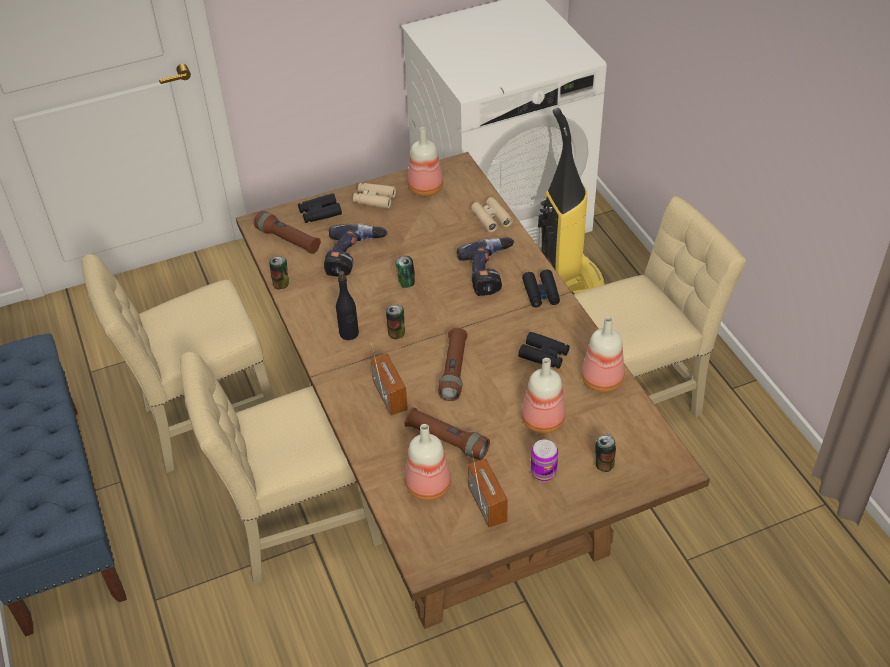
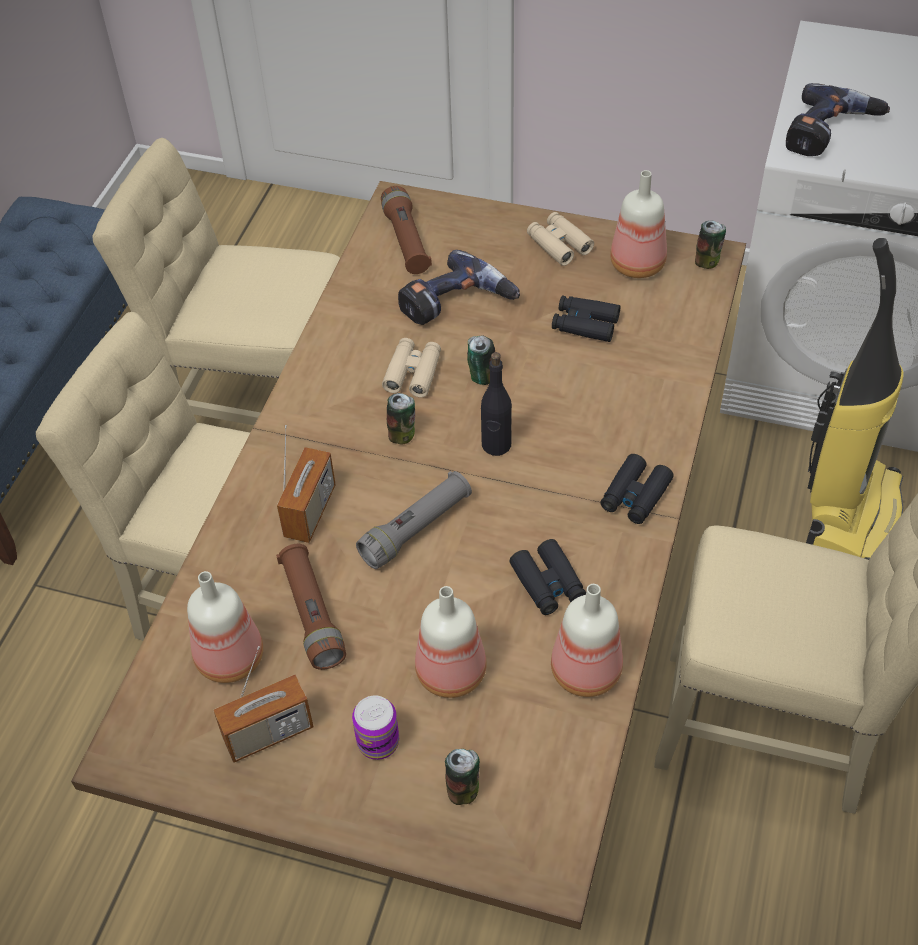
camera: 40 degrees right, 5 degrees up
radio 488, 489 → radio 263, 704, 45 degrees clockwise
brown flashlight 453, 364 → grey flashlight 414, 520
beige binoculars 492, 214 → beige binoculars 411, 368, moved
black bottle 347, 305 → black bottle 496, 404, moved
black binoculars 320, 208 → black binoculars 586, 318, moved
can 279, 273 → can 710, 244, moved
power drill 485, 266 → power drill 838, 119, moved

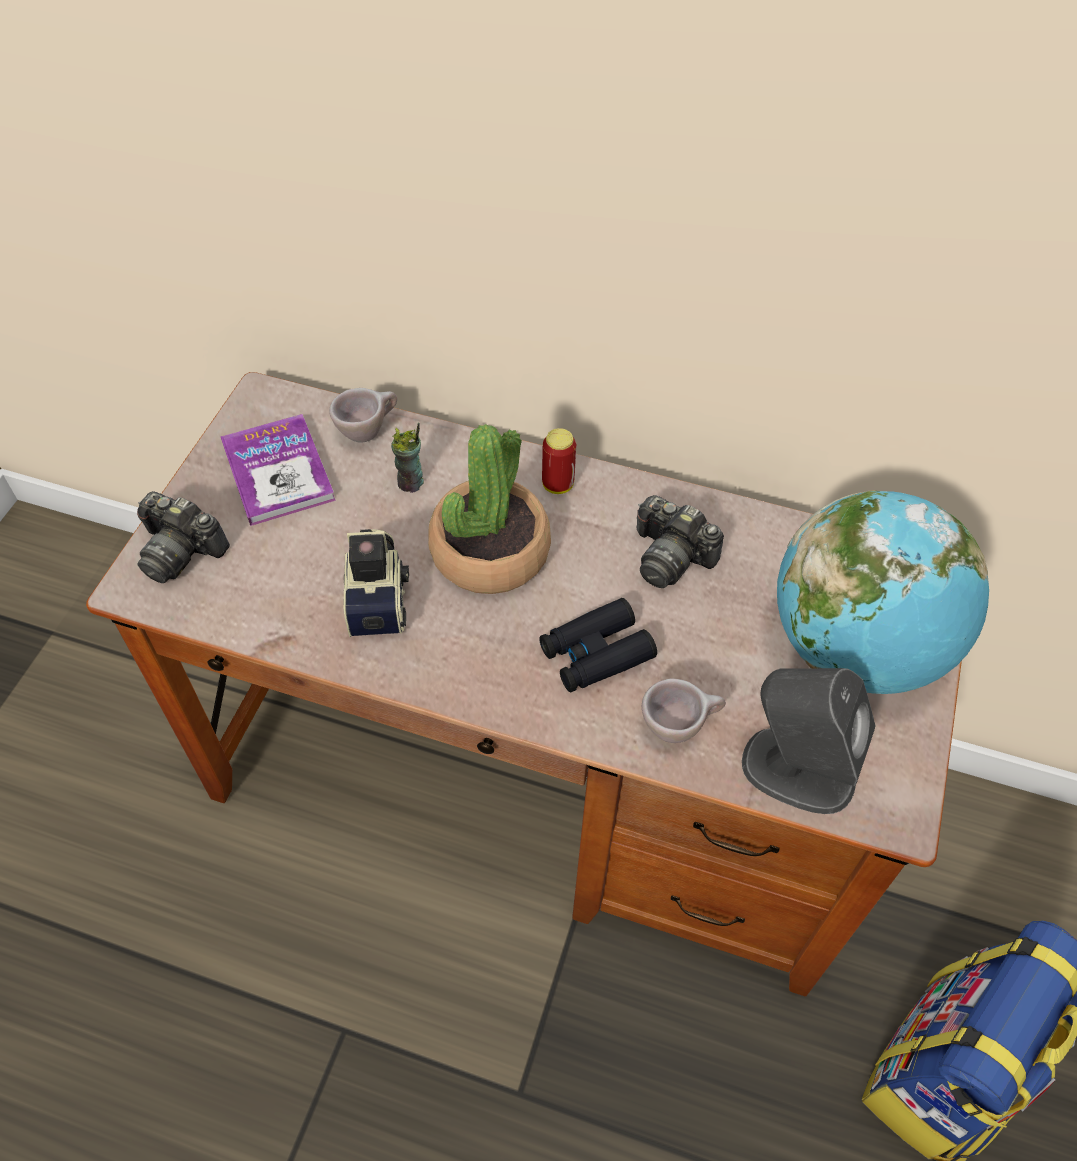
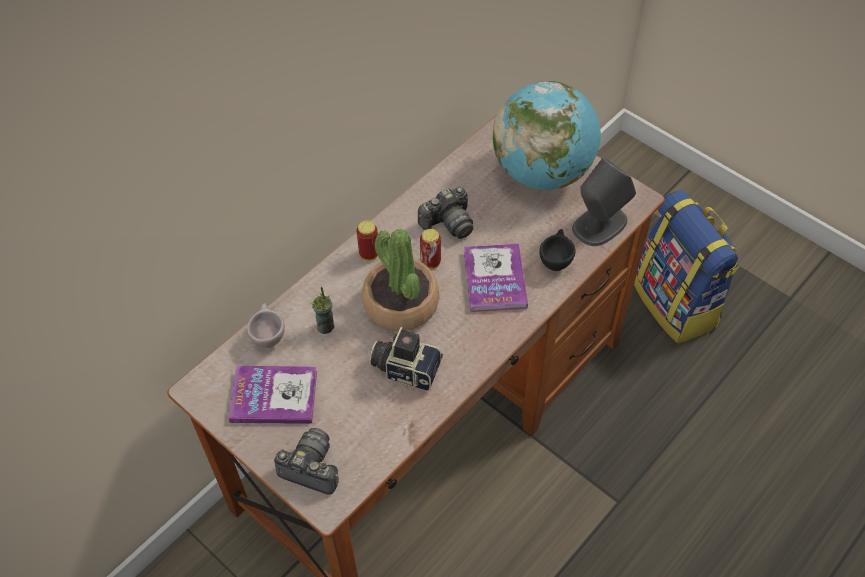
camera: 65 degrees left, 0 degrees up
photo camera 183, 537 → photo camera 306, 461, 120 degrees counterclockwise
- → can 430, 249
black binoculars 598, 645 → book 496, 278
beige cup 684, 710 → black cup 557, 250

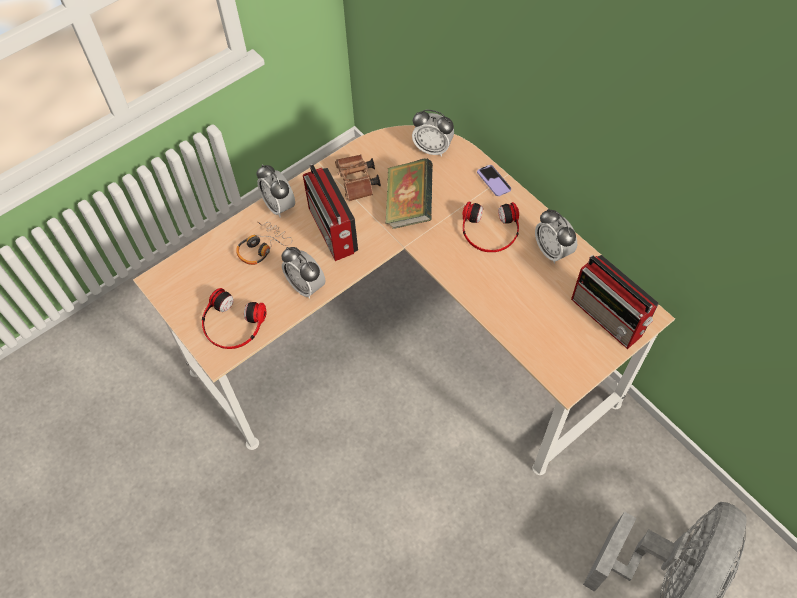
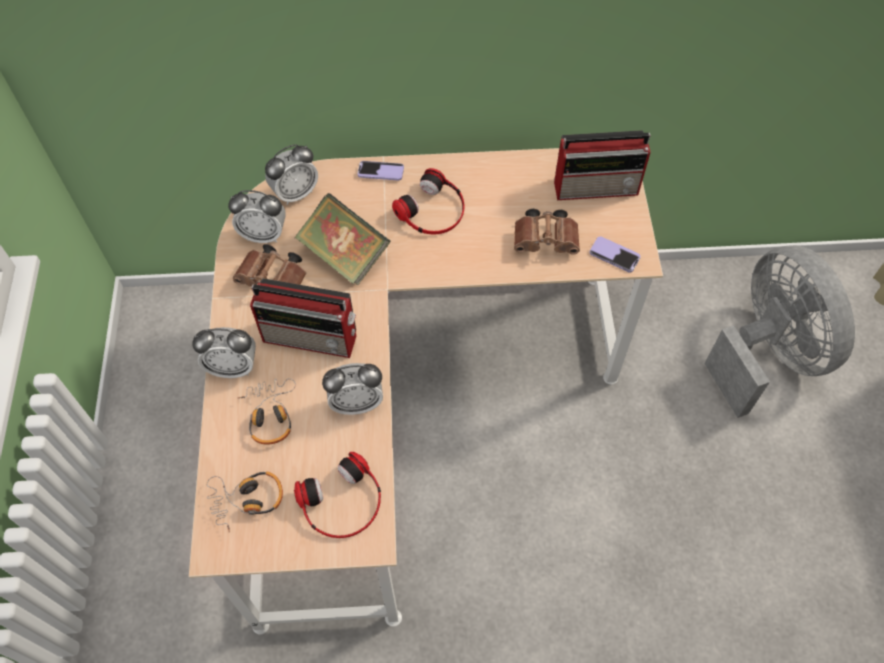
camera: 55 degrees left, 0 degrees up
- → headphones 245, 502
alarm clock 556, 236 → alarm clock 257, 216, moved
- → brown binoculars 547, 232
- → phone 615, 254

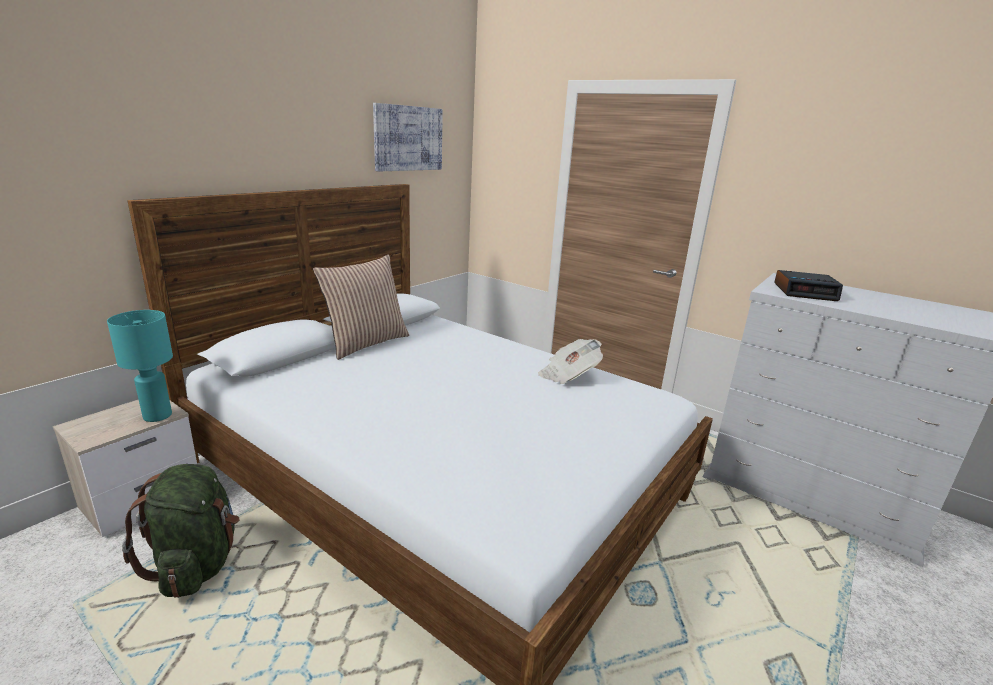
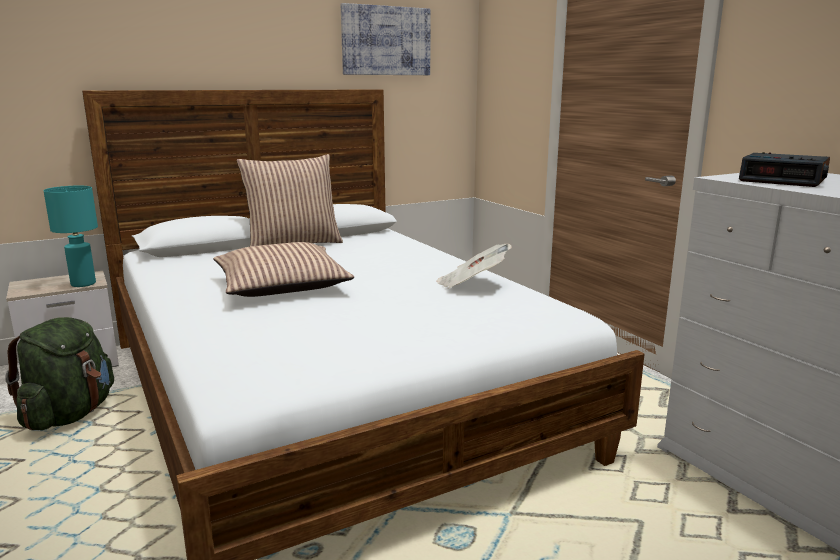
camera: 25 degrees right, 5 degrees down
- → pillow 283, 269

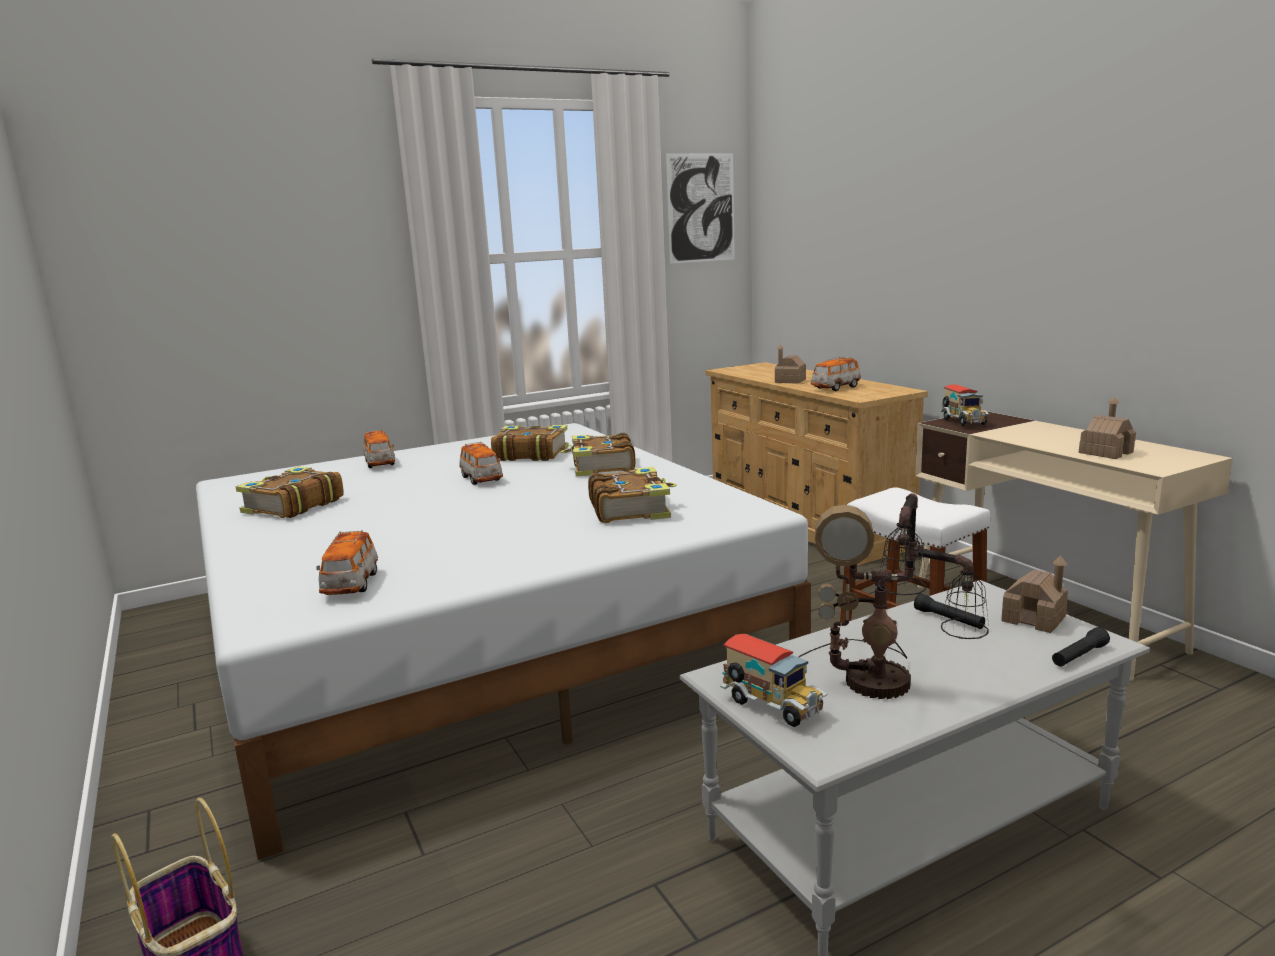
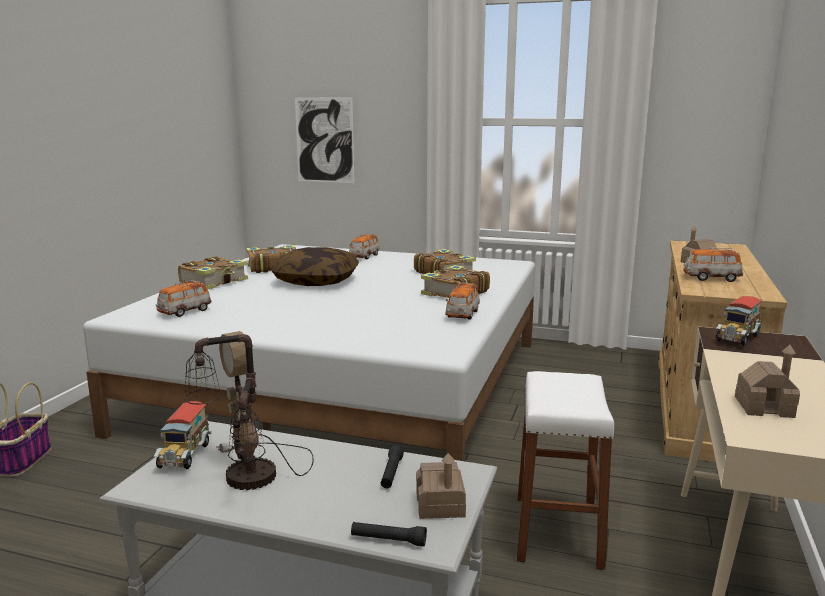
camera: 45 degrees right, 0 degrees up
book 632, 495 → book 213, 273, moved
- → pillow 315, 266
picture 700, 208 → picture 325, 140, moved
toy car 481, 463 → toy car 463, 301, moved

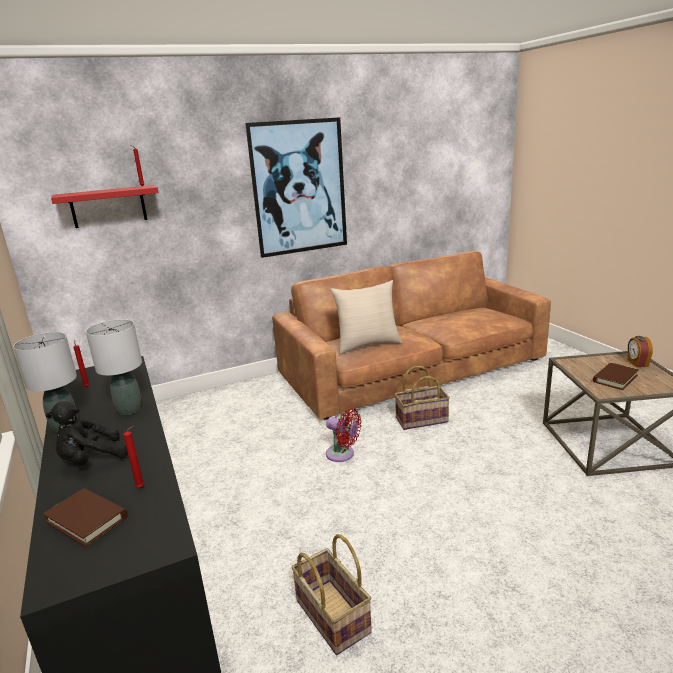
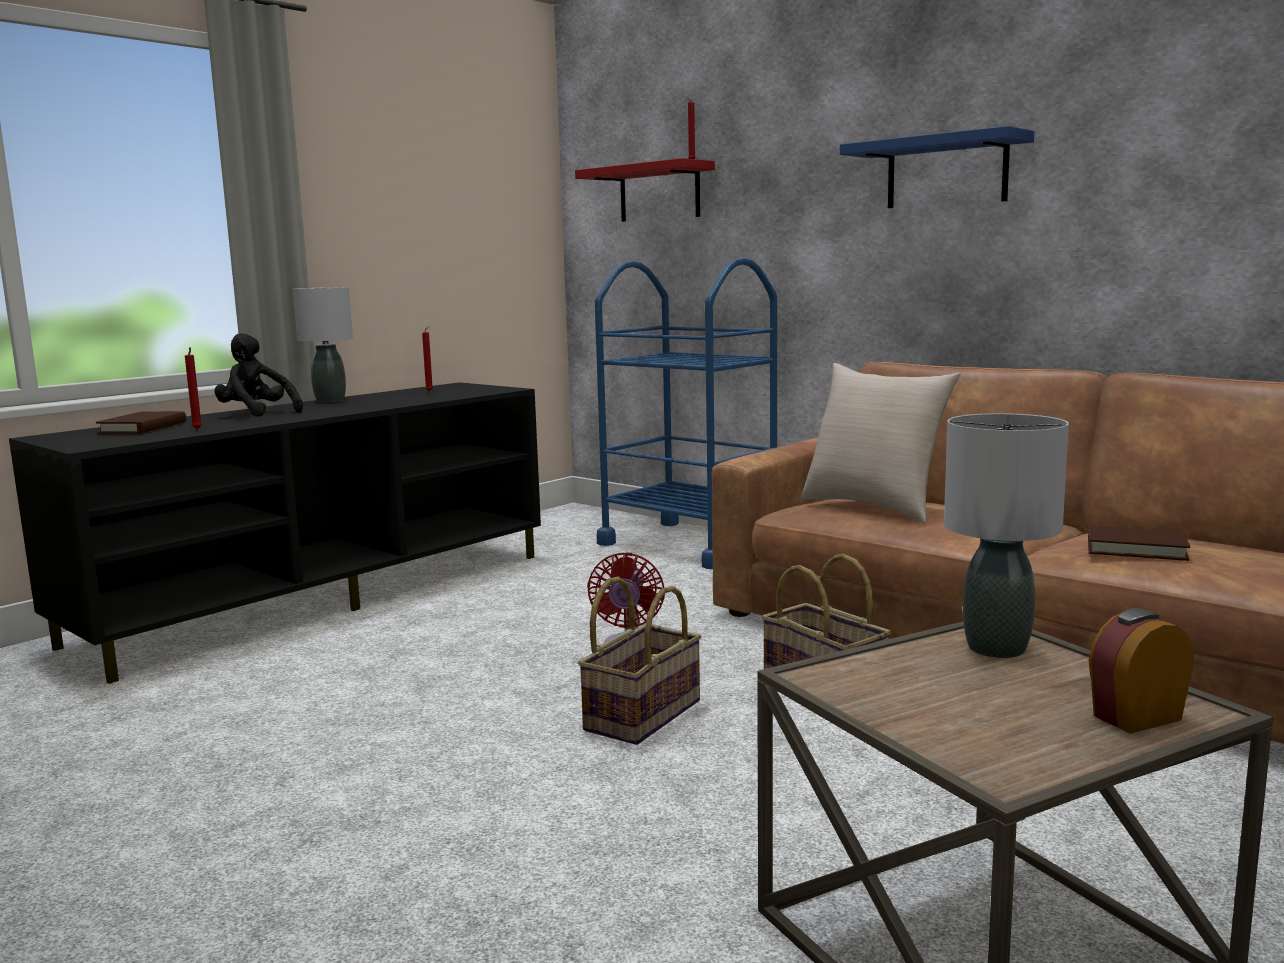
camera: 65 degrees right, 10 degrees down
basket 332, 594 → basket 639, 660, moved
- → blue cart 686, 413
picture 296, 187 → blue shelf 937, 167
grey table lamp 114, 367 → grey table lamp 1006, 535, moved
brown book 616, 376 → brown book 1139, 543, moved

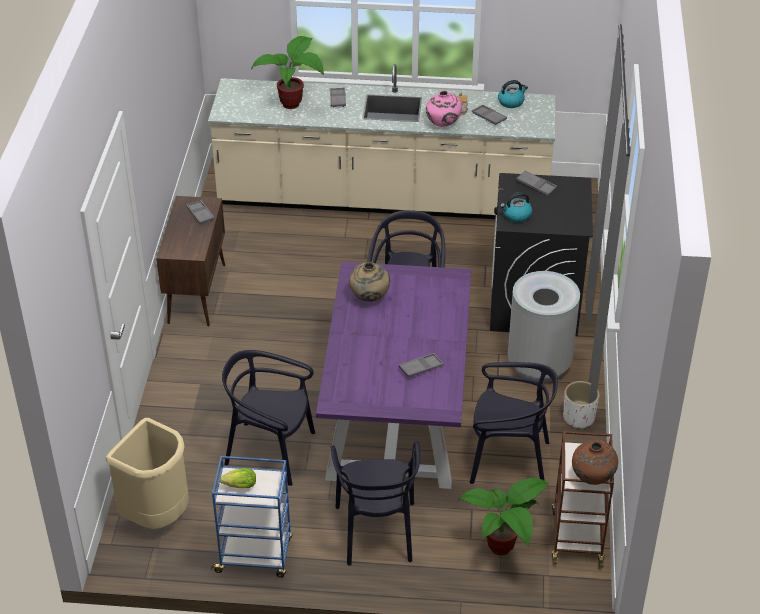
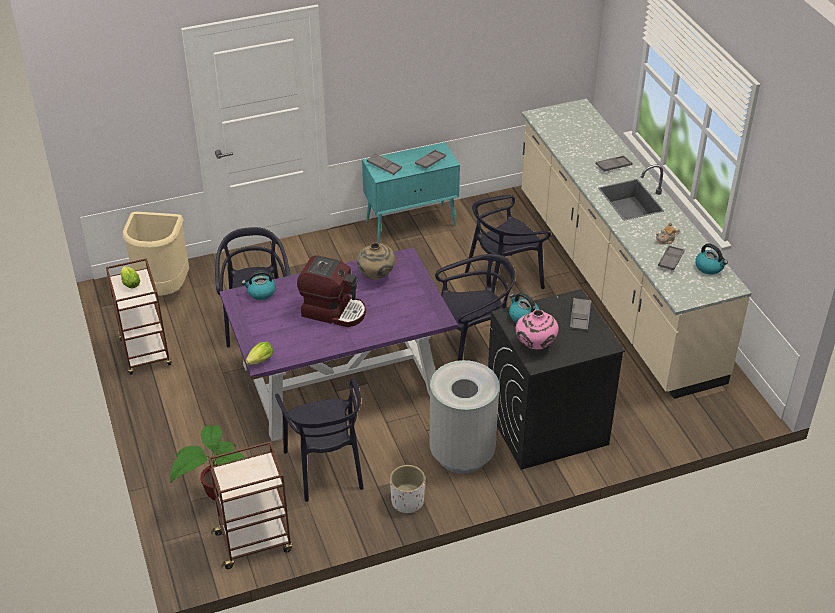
camera: 65 degrees right, 0 degrees up
blue cart 252, 517 → brown cart 139, 316
- → kettle 259, 285
- → lettuce 260, 353
- → coffee machine 331, 291
brown cabinet 190, 261 → turquoise cabinet 411, 192
grey tray 421, 365 → grey tray 384, 164, moved
black chair 375, 503 → black chair 508, 244, moved
pink vase 444, 108 → pink vase 537, 329, moved
potted plant 287, 72 → -
brown vase 595, 462 → -

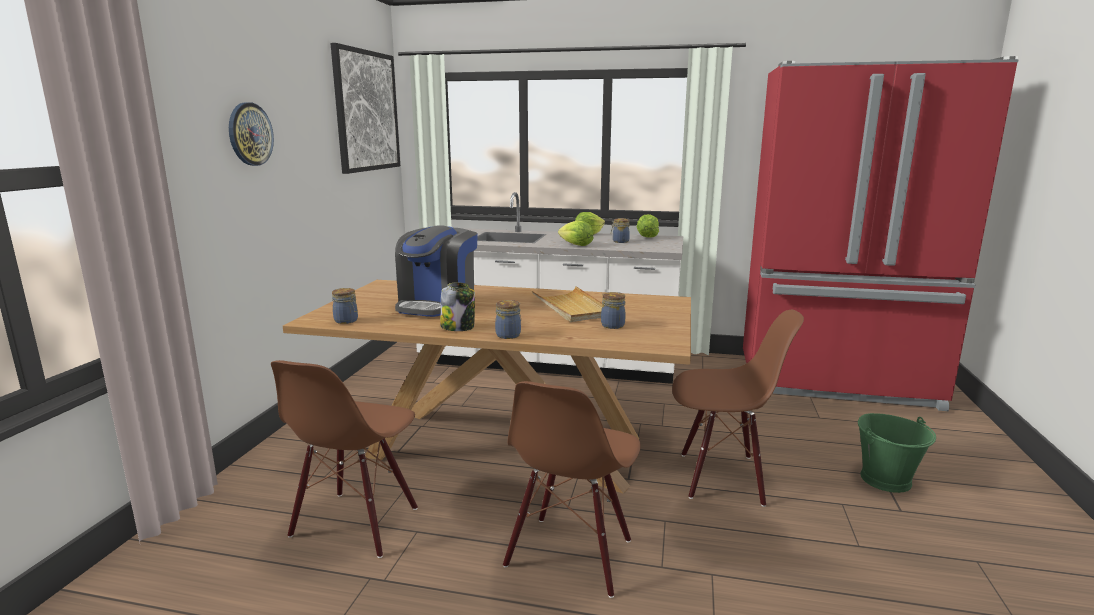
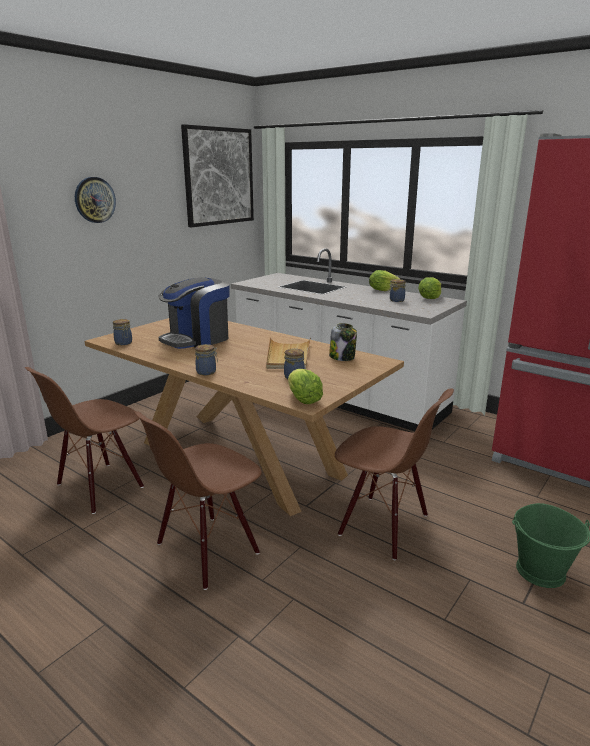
camera: 25 degrees right, 5 degrees up
lettuce 575, 233 → lettuce 305, 386, moved
jar 457, 306 → jar 343, 342, moved

